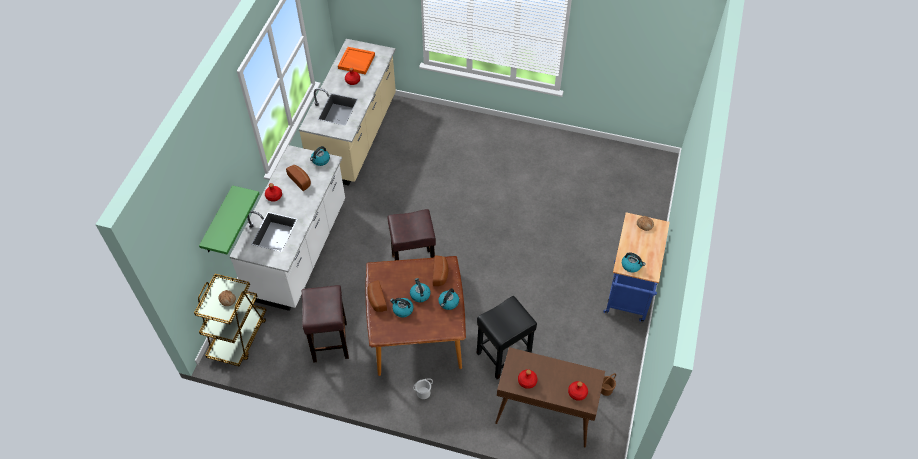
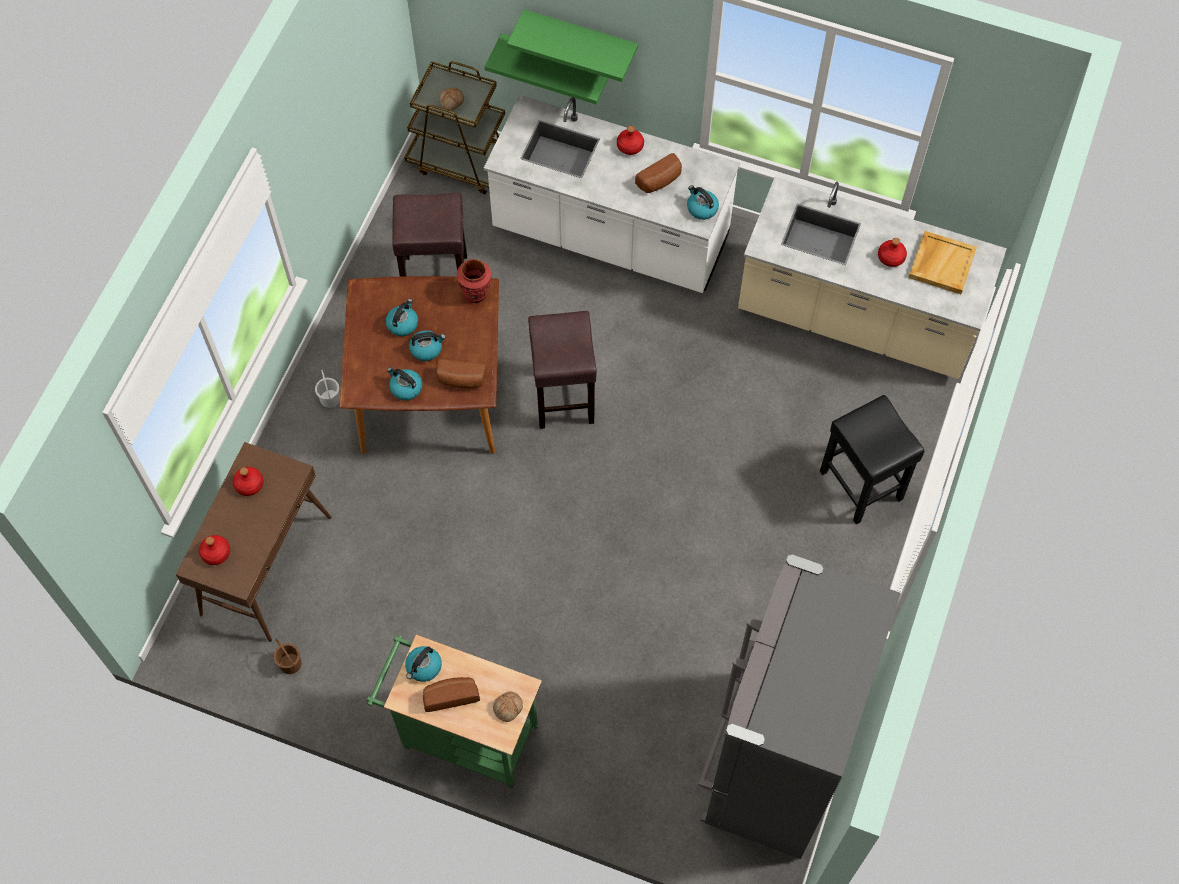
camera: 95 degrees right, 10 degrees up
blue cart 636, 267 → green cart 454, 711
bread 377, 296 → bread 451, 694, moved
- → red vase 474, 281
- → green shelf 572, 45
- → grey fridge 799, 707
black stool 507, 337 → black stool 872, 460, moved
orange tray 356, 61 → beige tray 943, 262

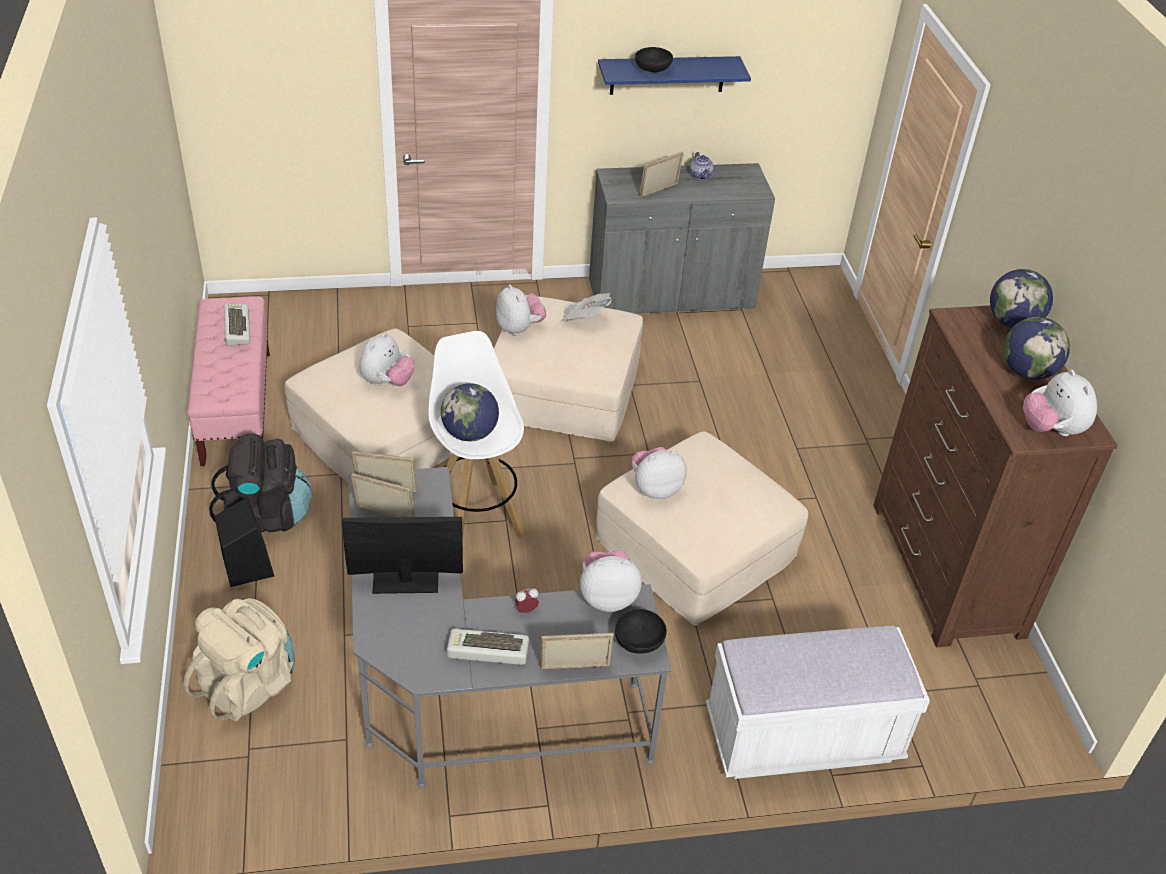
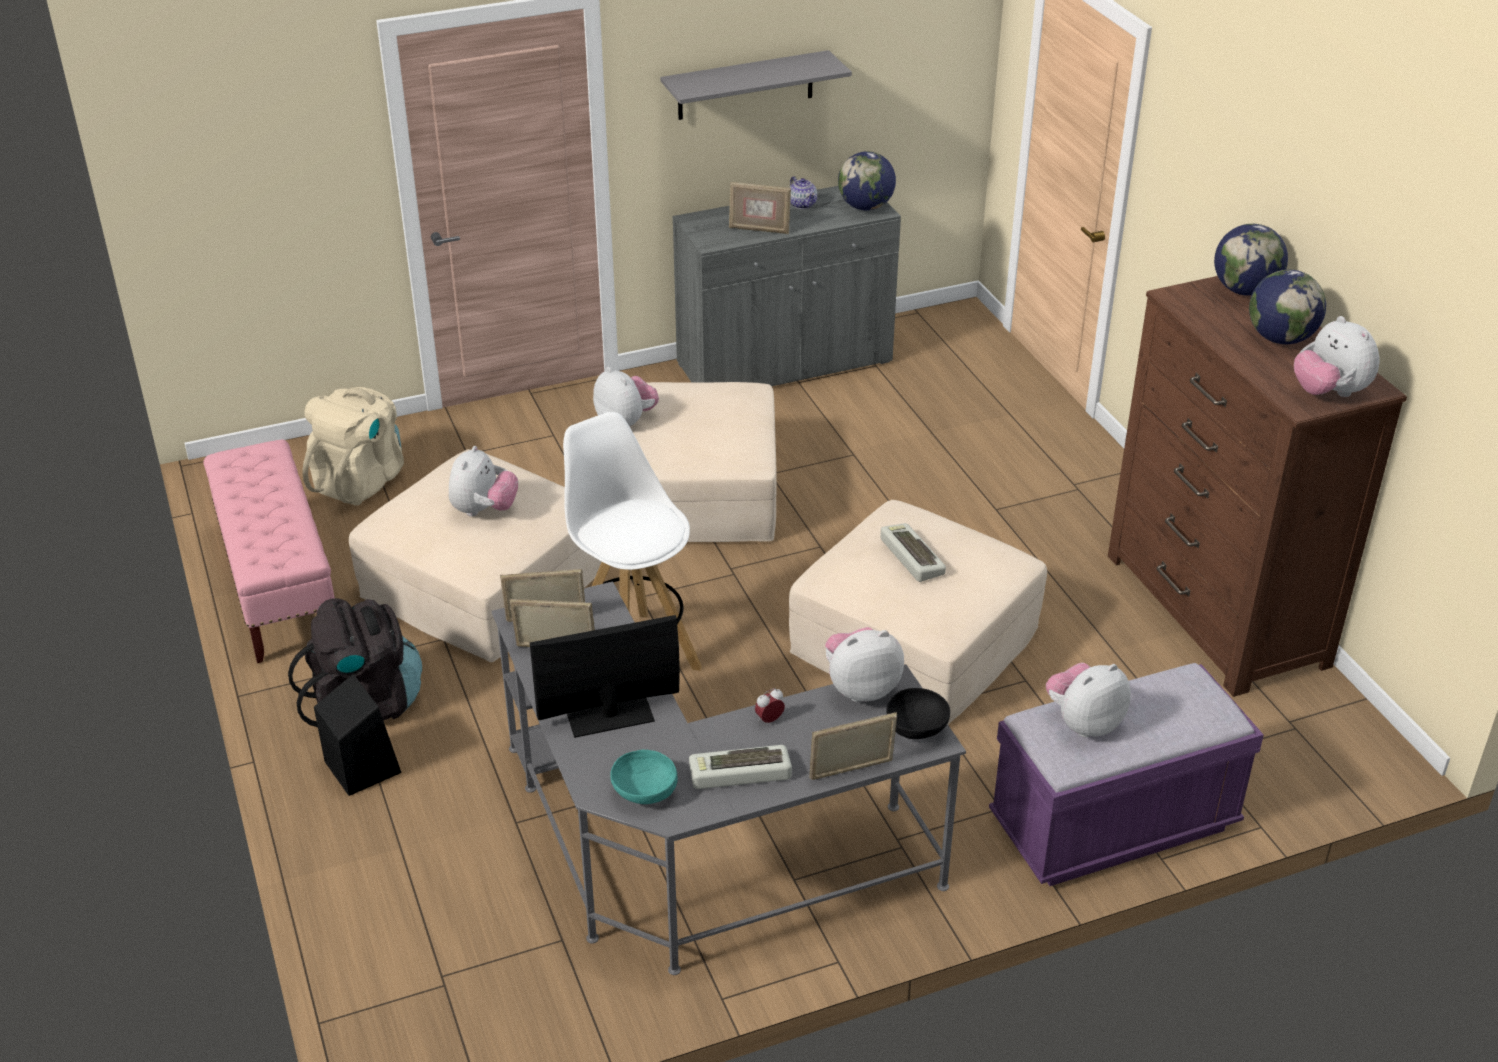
camera: 10 degrees left, 5 degrees down
beige backpack 239, 659 → beige backpack 353, 446, moved
- → turquoise bowl 644, 777
blue shelf 674, 75 → grey shelf 756, 85
picture frame 661, 174 → picture frame 760, 208, 120 degrees counterclockwise
globe 470, 412 → globe 867, 180, moved
keyboard 237, 324 → keyboard 913, 552, moved
white bench 818, 702 → purple bench 1126, 774
plush toy 659, 473 → plush toy 1088, 700, moved
newspaper 587, 307 → -
black bowl 654, 59 → -

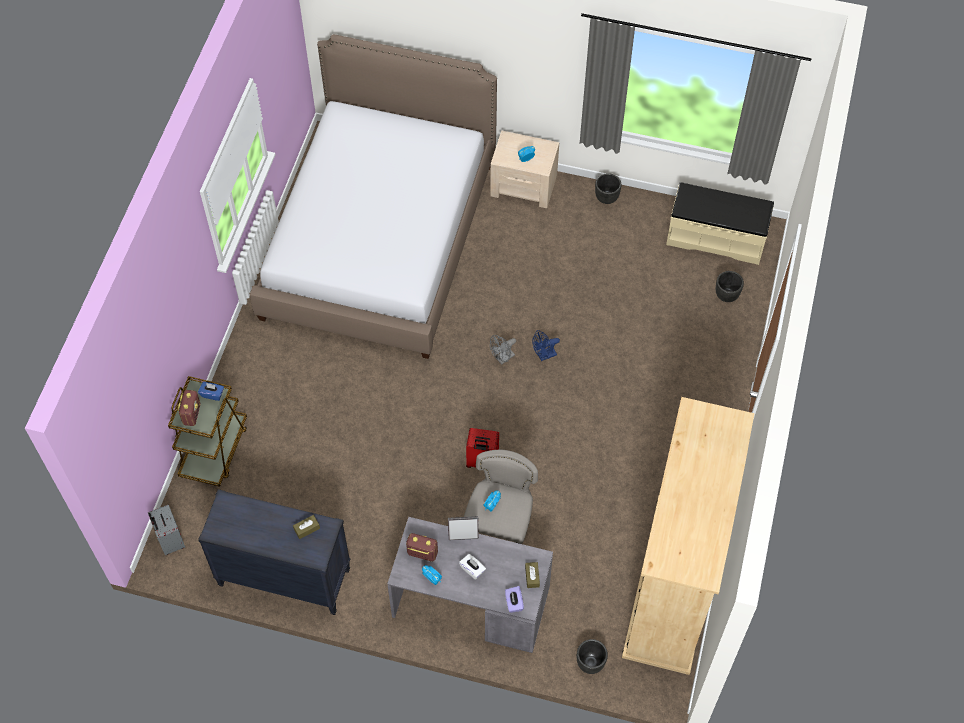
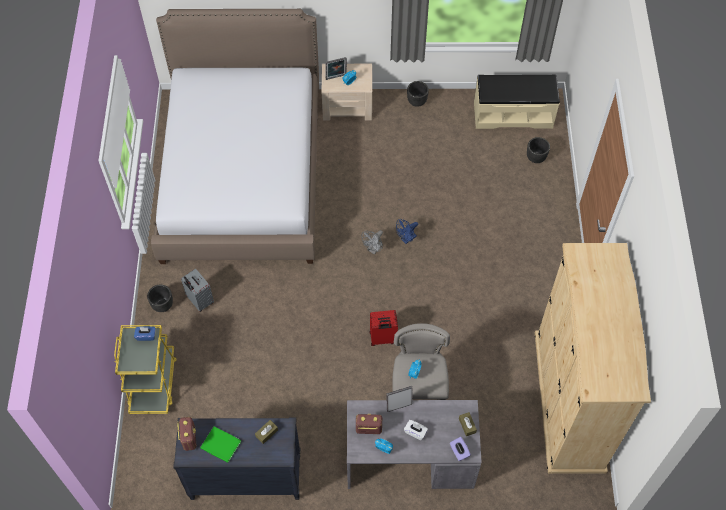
camera: 15 degrees left, 0 degrees up
brown cart 207, 431 → yellow cart 145, 369
black planter 592, 656 → black planter 160, 298, moved
radio 188, 408 → radio 186, 434, moved
grey suitcase 166, 530 → grey suitcase 197, 290, moved
- → green book 221, 444
- → picture frame 336, 68

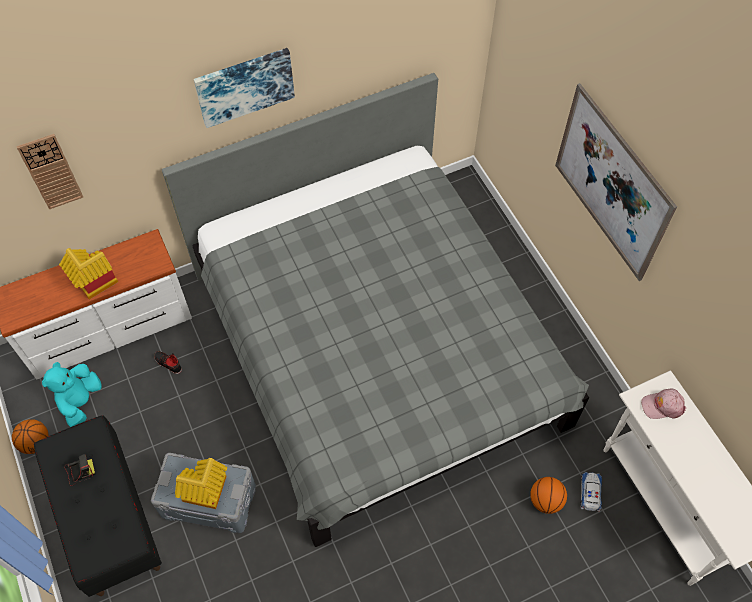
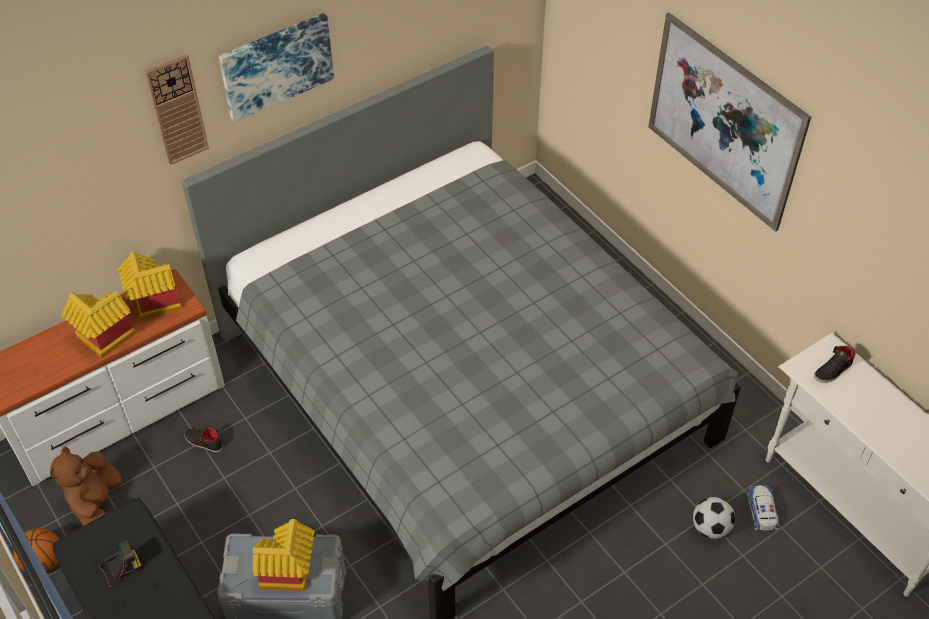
camera: 10 degrees left, 10 degrees down
turquoise plush toy 72, 394 → brown plush toy 86, 486
- → toy house 150, 285
wall clock 49, 172 → wall clock 177, 109, moved
basketball 548, 495 → football 714, 518
pink cap 663, 404 → black shoe 835, 364

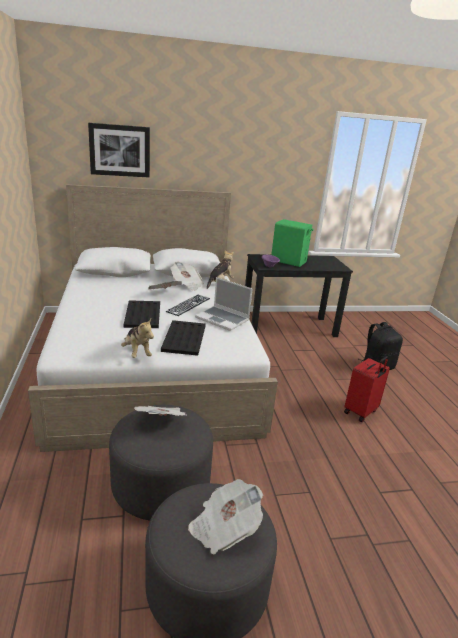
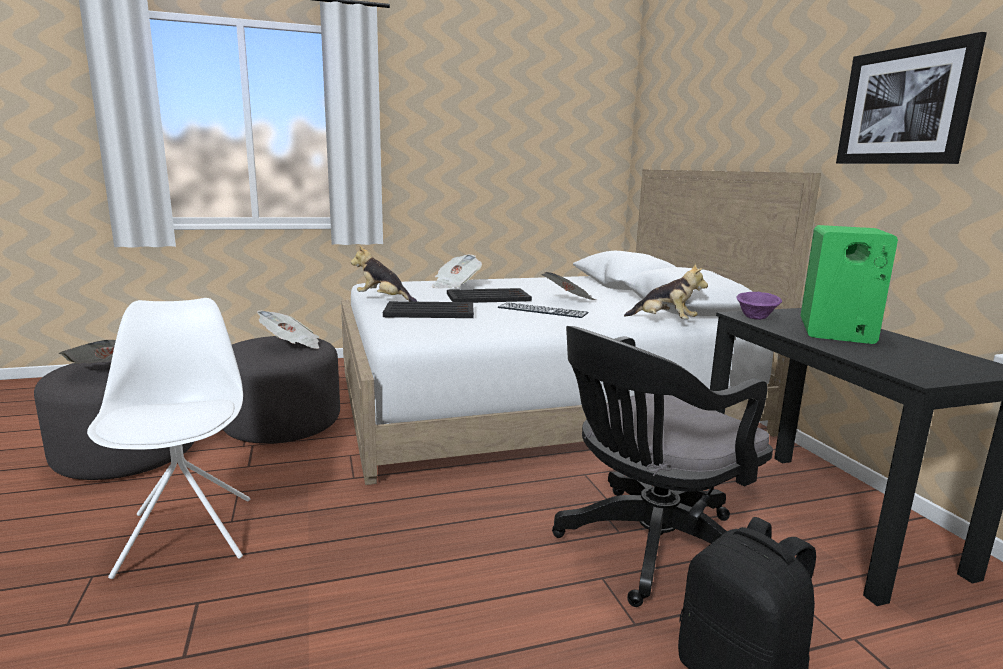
camera: 85 degrees right, 10 degrees down
- → white chair 168, 438
plush toy 137, 338 → plush toy 384, 274, 60 degrees clockwise
newspaper 187, 276 → newspaper 457, 271, moved
- → black office chair 662, 466
picture 119, 150 → picture 911, 98, moved
laptop 224, 304 → -
red suitcase 367, 389 → -

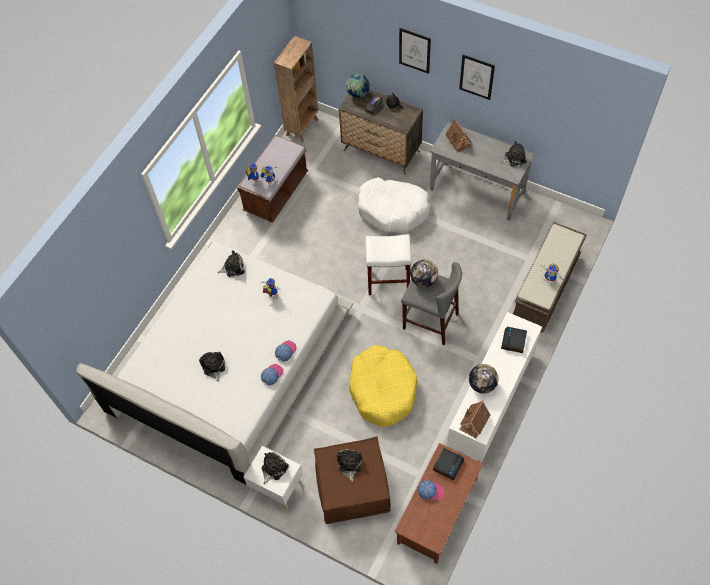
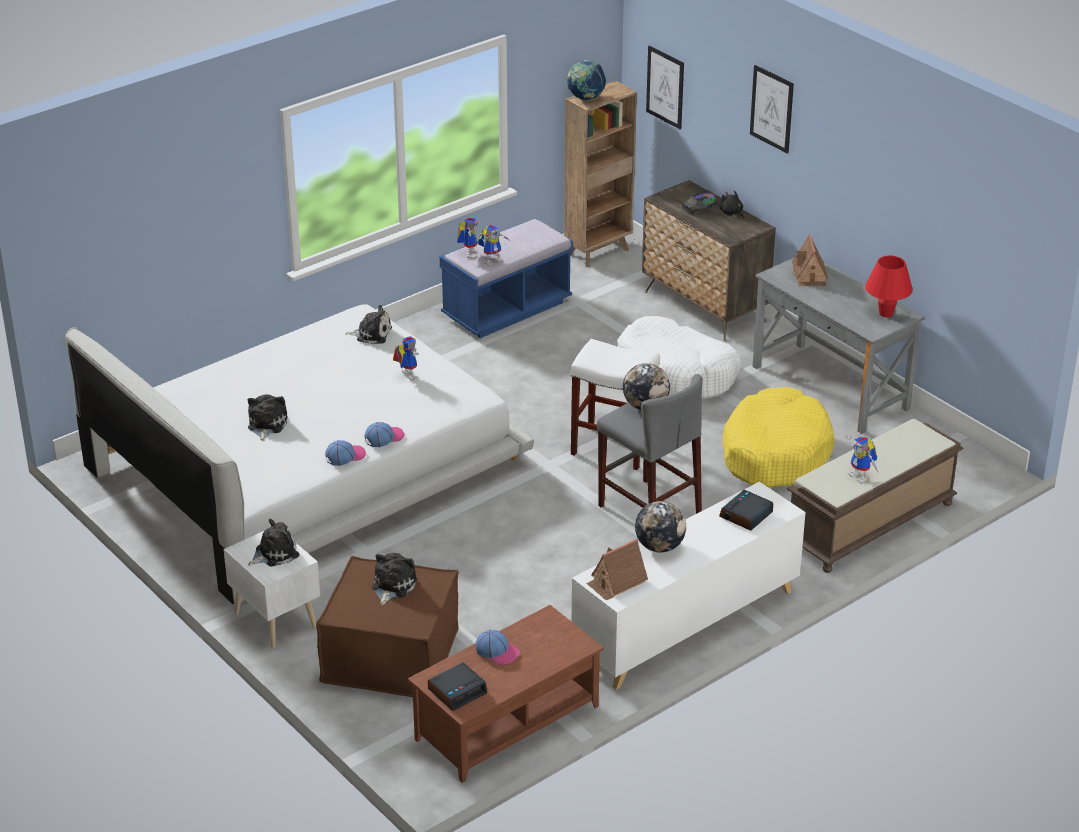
camera: 20 degrees right, 25 degrees down
alarm clock 448, 464 → alarm clock 457, 686, moved
brown bench 272, 179 → blue bench 506, 278
globe 358, 85 → globe 586, 80, moved
picture 477, 77 → picture 665, 87, moved
yellow dog bed 383, 386 → yellow dog bed 779, 437, moved
plush toy 513, 154 → red table lamp 888, 286

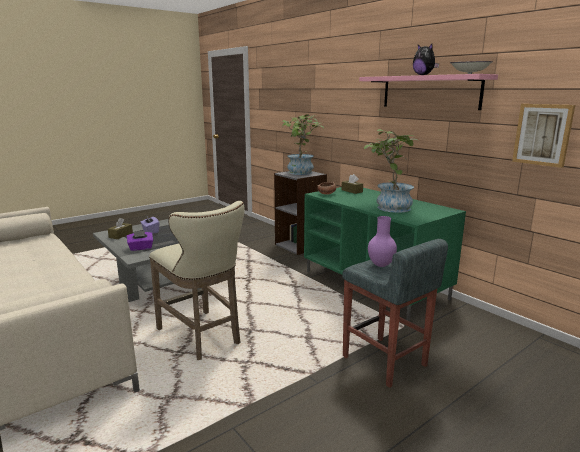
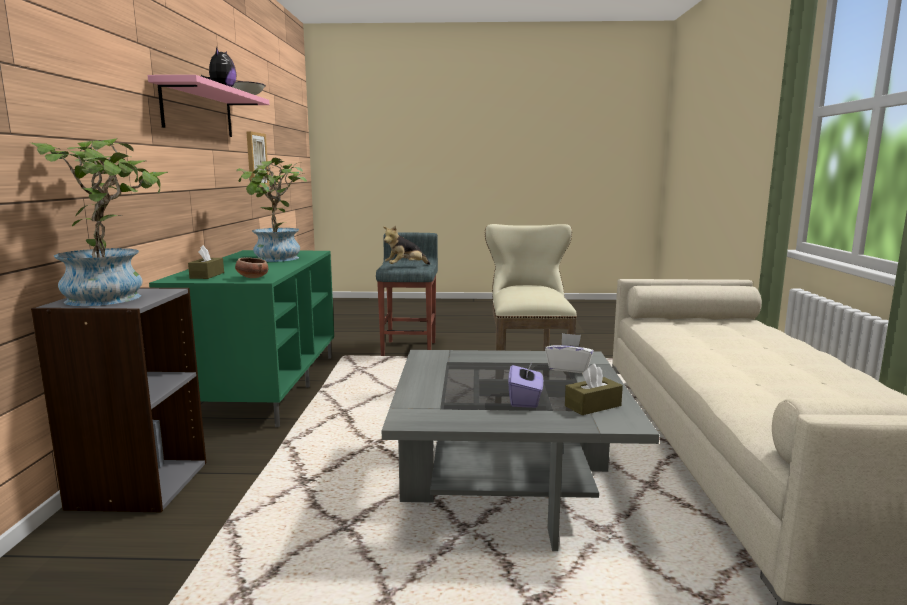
camera: 140 degrees left, 5 degrees down
purple vase 382, 241 → plush toy 406, 245
purple tissue box 140, 241 → white tissue box 569, 353

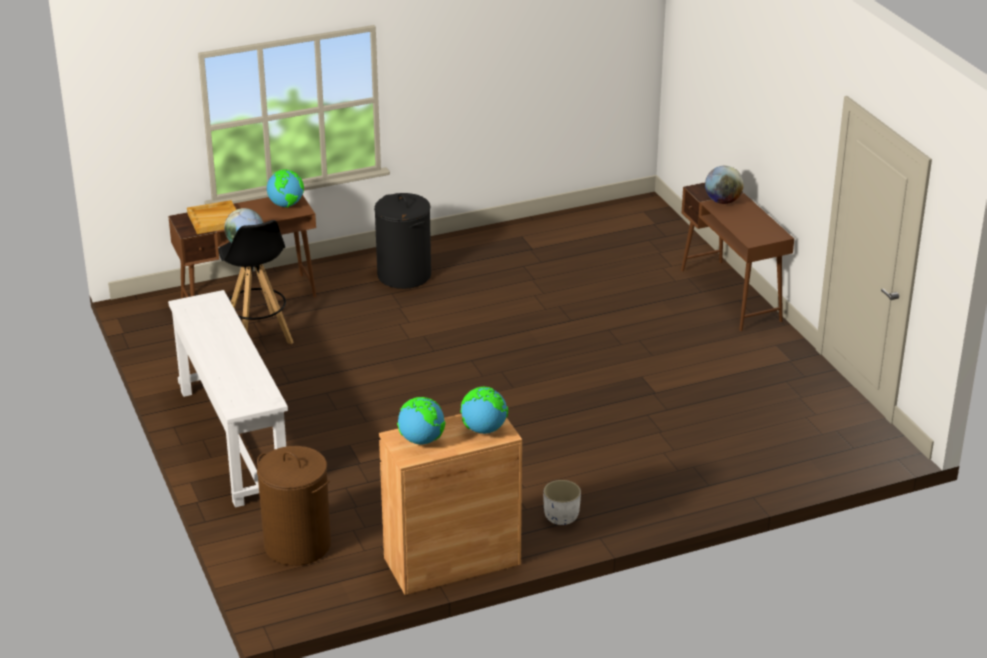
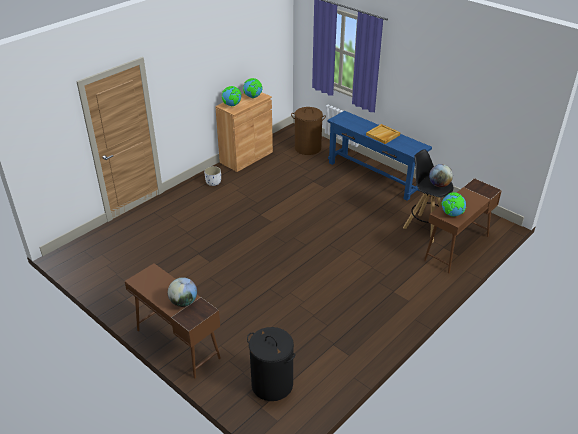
camera: 155 degrees right, 5 degrees up
black laundry basket 402, 241 → black laundry basket 271, 364, moved
white console table 228, 398 → blue console table 379, 156
beige tray 211, 217 → beige tray 383, 134, moved

